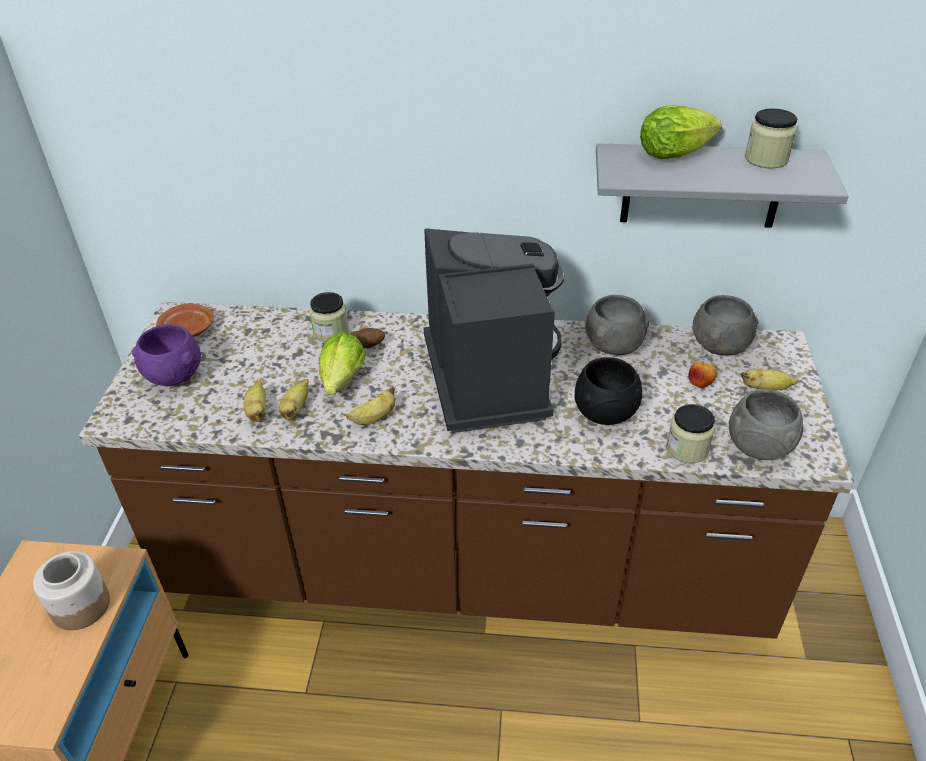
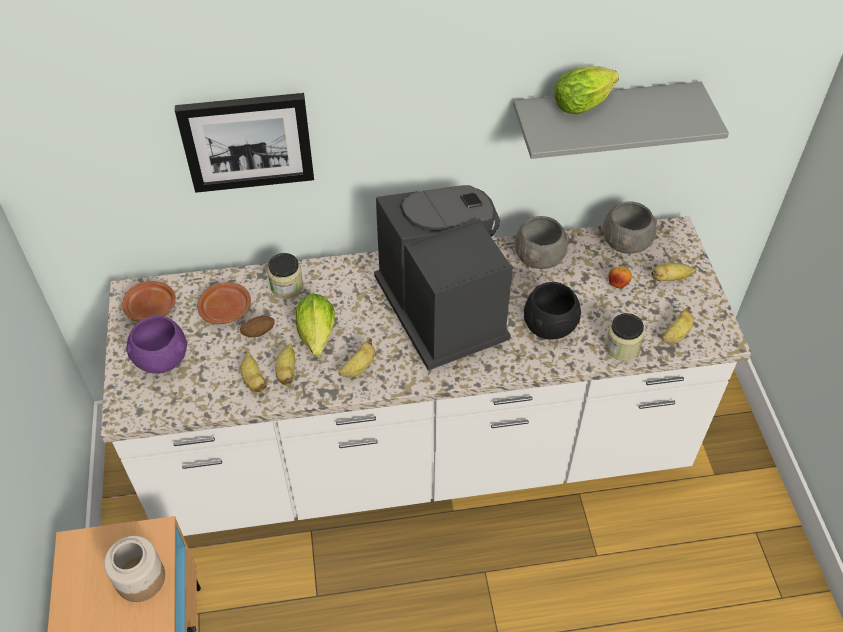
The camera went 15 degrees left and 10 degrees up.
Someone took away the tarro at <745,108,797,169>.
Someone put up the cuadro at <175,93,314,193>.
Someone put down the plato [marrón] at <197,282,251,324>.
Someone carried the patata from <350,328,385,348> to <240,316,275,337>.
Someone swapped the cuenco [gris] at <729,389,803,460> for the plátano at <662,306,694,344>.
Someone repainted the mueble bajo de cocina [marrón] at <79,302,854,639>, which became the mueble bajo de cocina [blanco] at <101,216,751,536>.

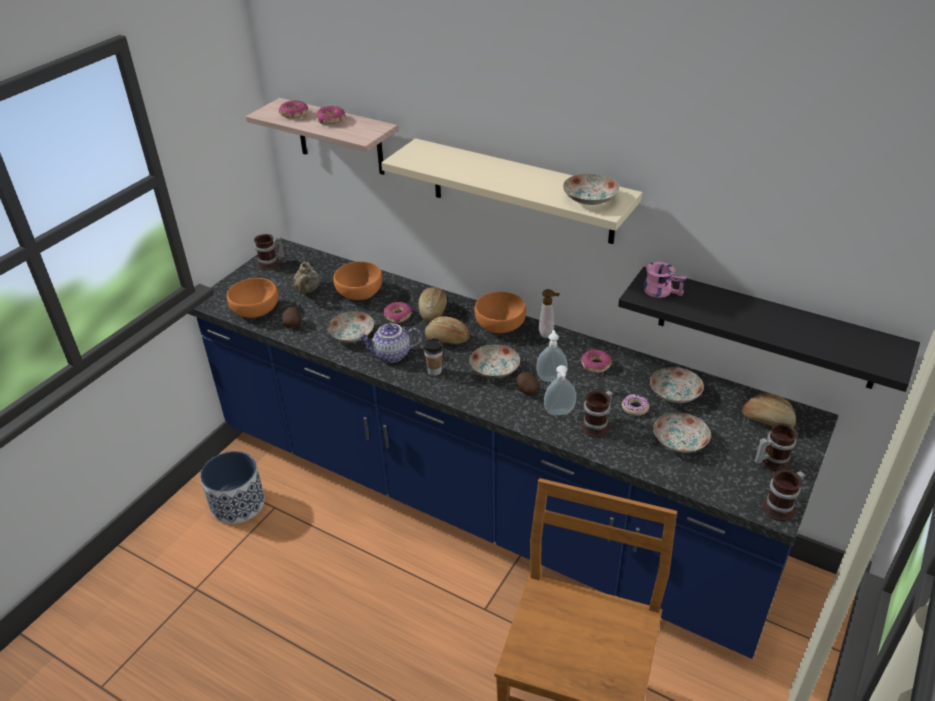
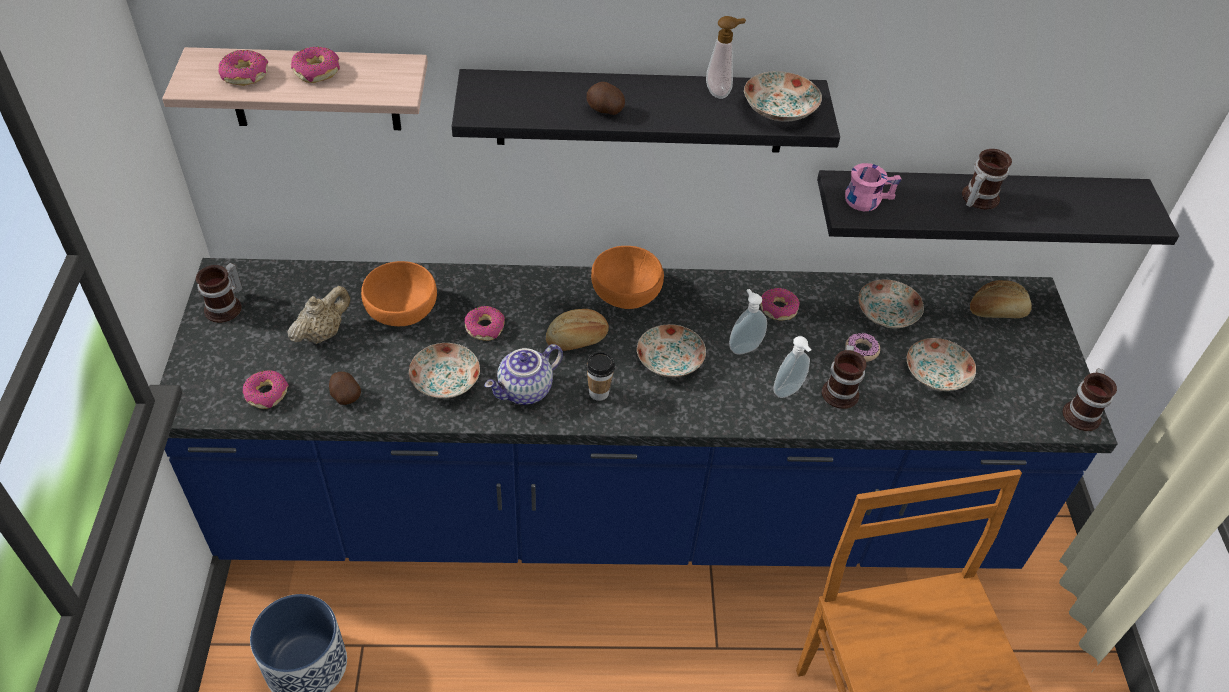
The camera went 35 degrees left and 10 degrees up.
Someone took away the pan at <418,287,447,322>.
Someone carried the patata from <516,372,539,395> to <586,82,625,115>.
Someone carried the dispensador de jabón from <539,289,560,338> to <706,16,746,99>.
Someone carried the taza grande from <755,423,798,471> to <962,149,1012,210>.
Someone swapped the cuenco [naranja] at <227,278,278,318> for the rosquilla at <243,370,289,409>.
Someone repainted the estante [beis] at <381,138,643,244>, which became the estante [negro] at <452,69,840,153>.
Someone rotated the tetera [beis] at <293,262,320,295> by 105 degrees counterclockwise.

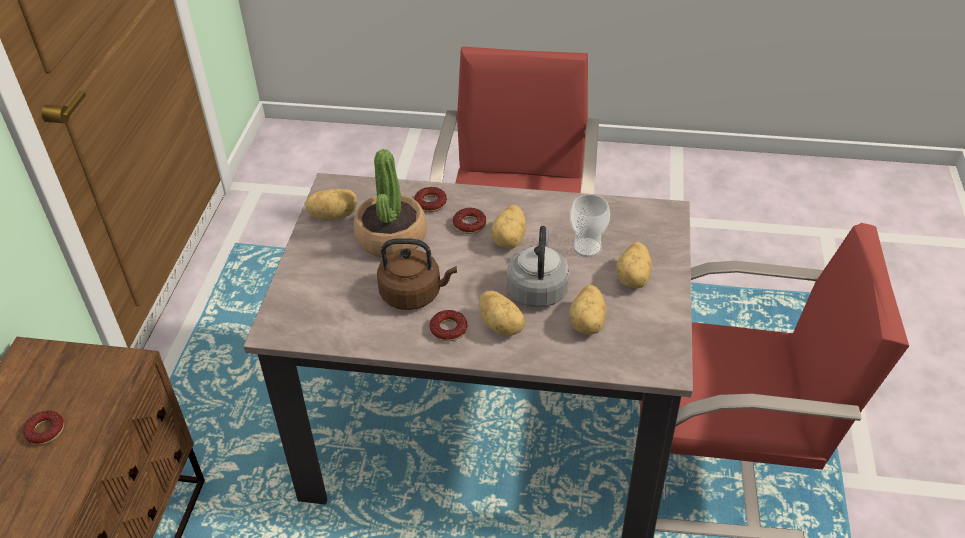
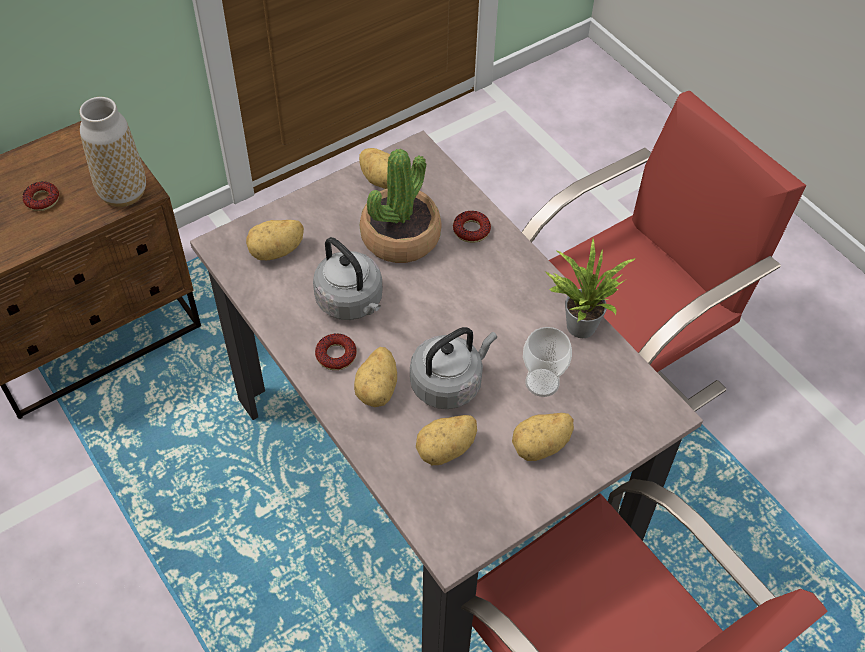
The camera went 45 degrees right and 10 degrees up.
Someone took away the rosquilla at <453,208,487,234>.
Someone put down the florero at <79,97,146,207>.
Someone put down the planta en maceta at <545,239,636,338>.
Someone carried the patata from <491,205,526,249> to <246,220,304,260>.
Someone repainted the hervidor [marrón] at <377,238,457,310>, which became the hervidor [gris] at <313,237,382,320>.

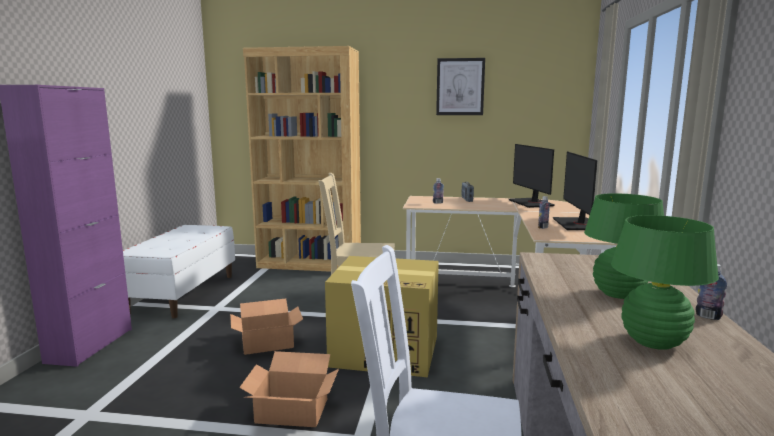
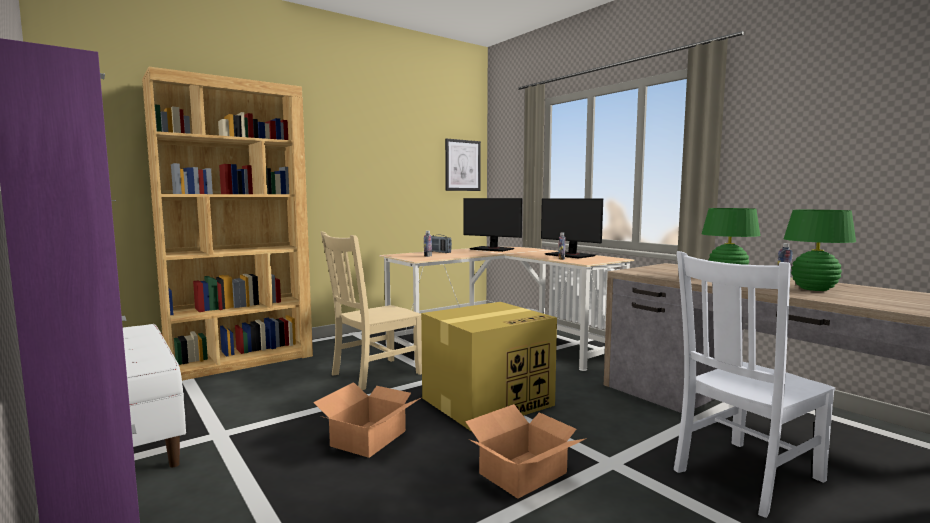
The camera went 45 degrees left and 5 degrees down.
Someone carried the cuadro from <436,58,485,115> to <445,139,481,191>.

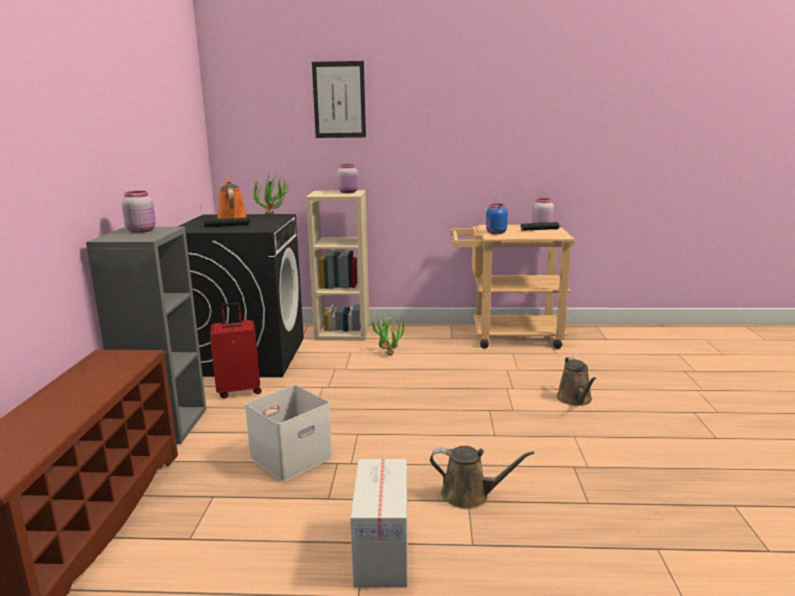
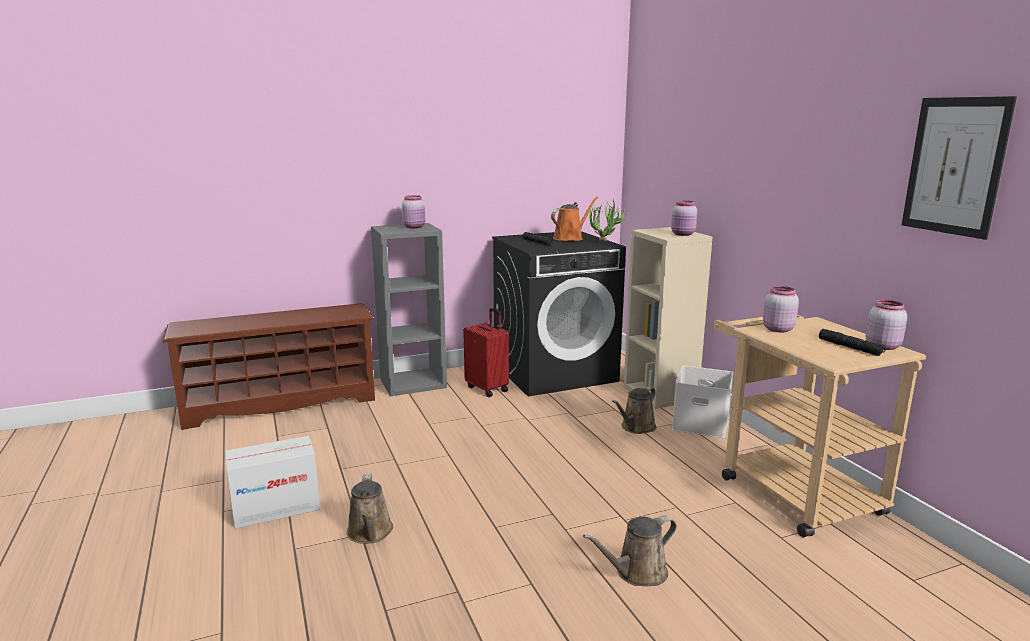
The camera went 65 degrees right and 0 degrees up.
Someone carried the caja de almacenaje [blanco] from <245,385,333,482> to <672,365,733,438>.
Someone carried the cuadro from <312,61,366,138> to <902,96,1017,240>.
Someone swapped the planta en maceta at <369,314,406,356> for the regadera [marrón] at <612,387,656,434>.
Someone repainted the tarro [azul] at <486,204,508,234>, which became the tarro [rosa] at <763,286,799,332>.

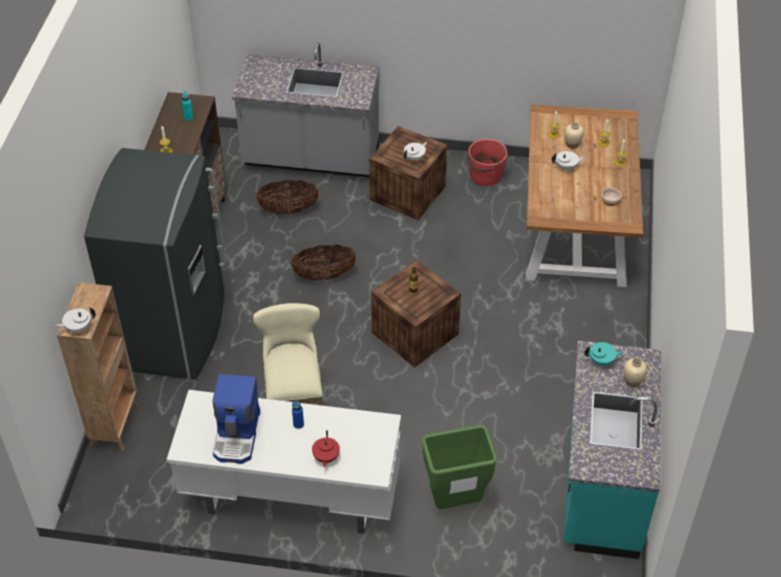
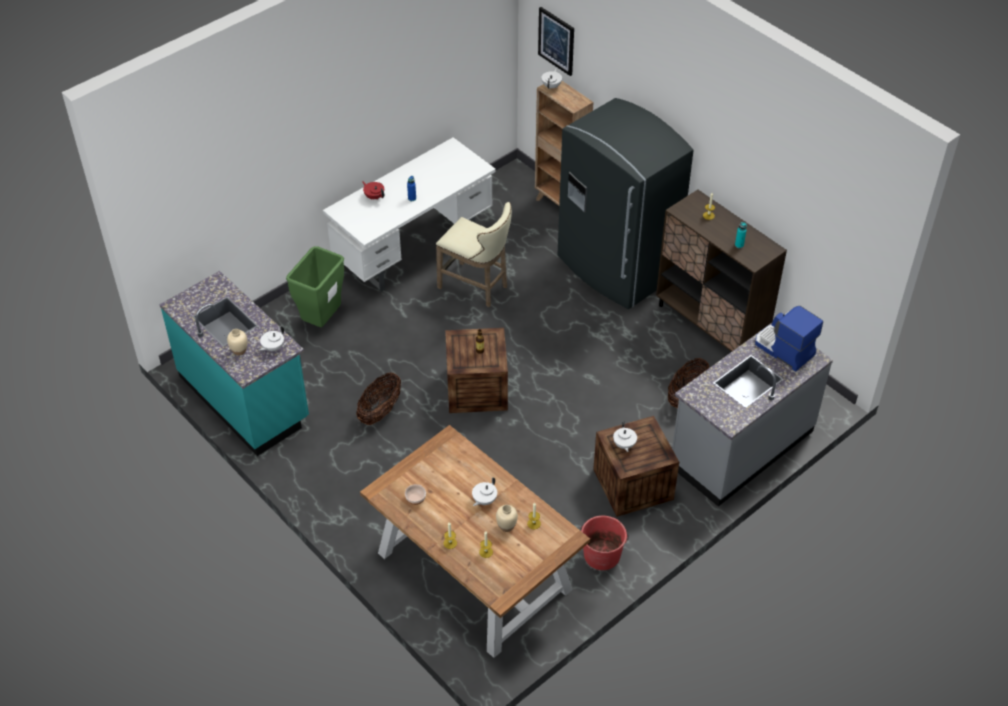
The camera went 130 degrees right and 0 degrees up.
Someone put up the cuadro at <538,7,574,76>.
Someone carried the cafetera from <212,374,260,464> to <755,306,823,371>.
Someone carried the cesta from <291,245,356,281> to <356,373,401,425>.
Someone repainted the tetera [turquesa] at <585,342,624,367>, which became the tetera [blanco] at <259,326,284,352>.

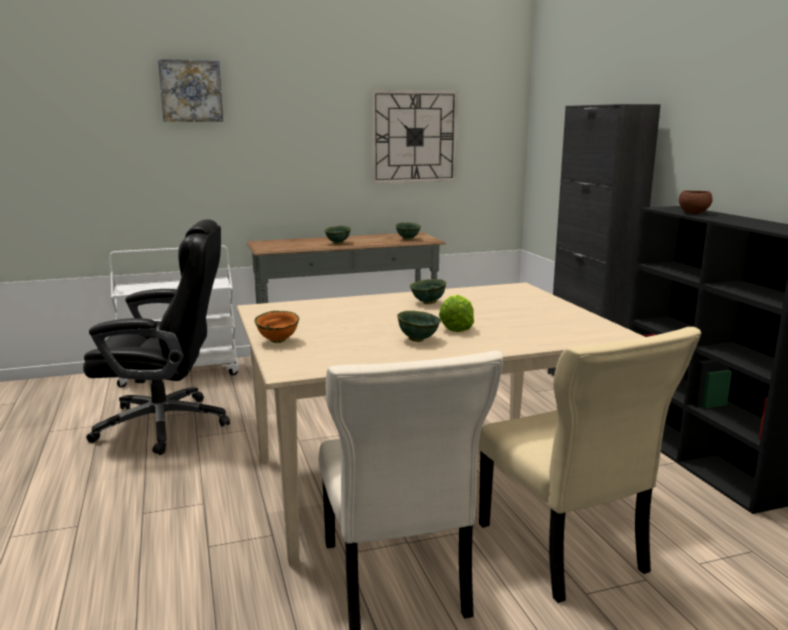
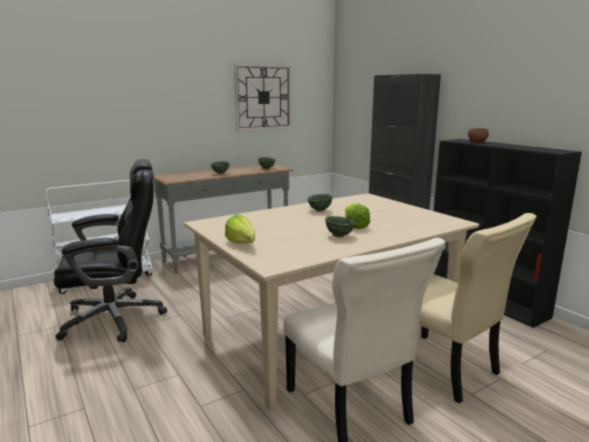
The camera went 15 degrees left and 0 degrees up.
Someone took away the cuadro at <158,59,223,122>.
Someone swapped the cuenco [naranja] at <254,311,299,343> for the lechuga at <225,215,255,244>.

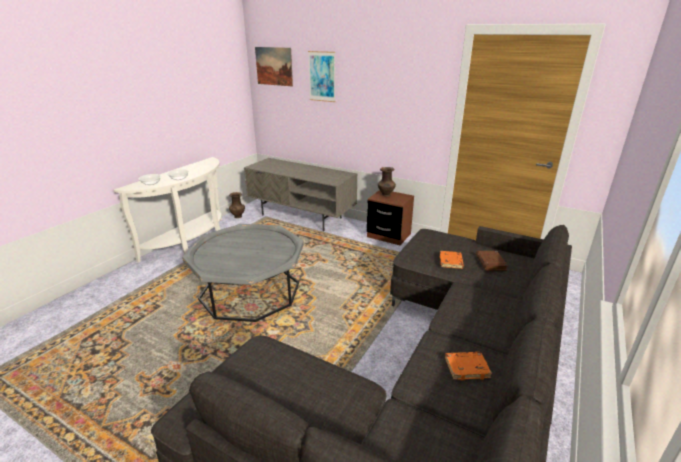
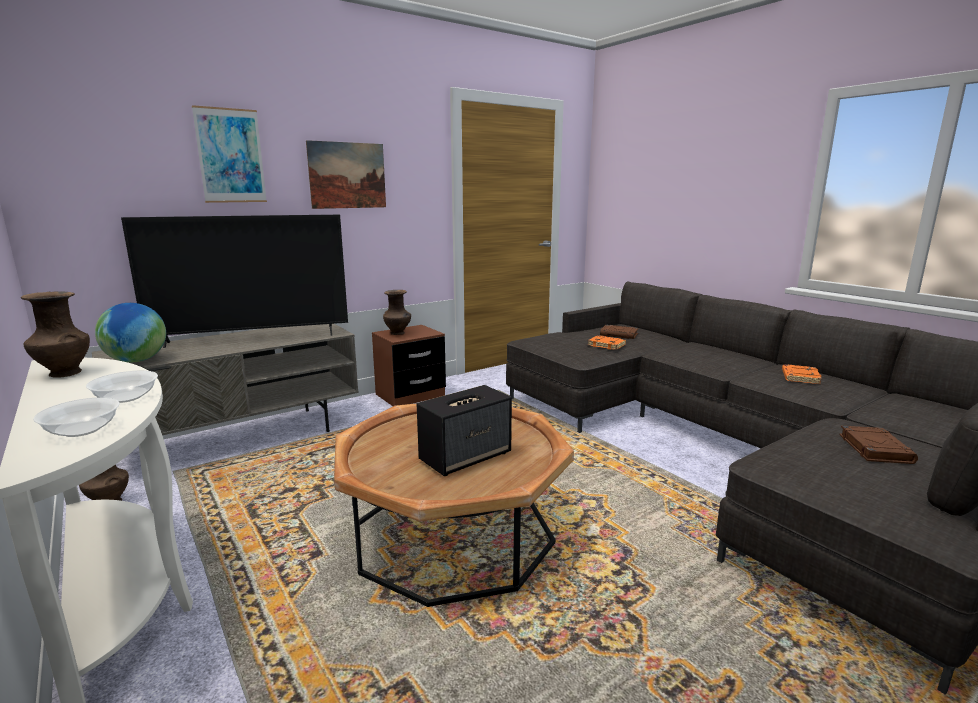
The camera went 65 degrees left and 10 degrees down.
Someone put down the florero [marrón] at <21,291,90,378>.
Someone put down the globo terráqueo at <95,303,166,362>.
Someone put down the televisor at <121,215,348,348>.
Someone put down the altavoz at <417,385,512,476>.
Someone put down the libro [marrón] at <839,426,918,464>.
Someone carried the cuadro from <255,47,293,86> to <306,140,386,209>.
Someone repainted the mesa de centro [gris] at <182,224,304,322>, which became the mesa de centro [marrón] at <334,403,574,607>.

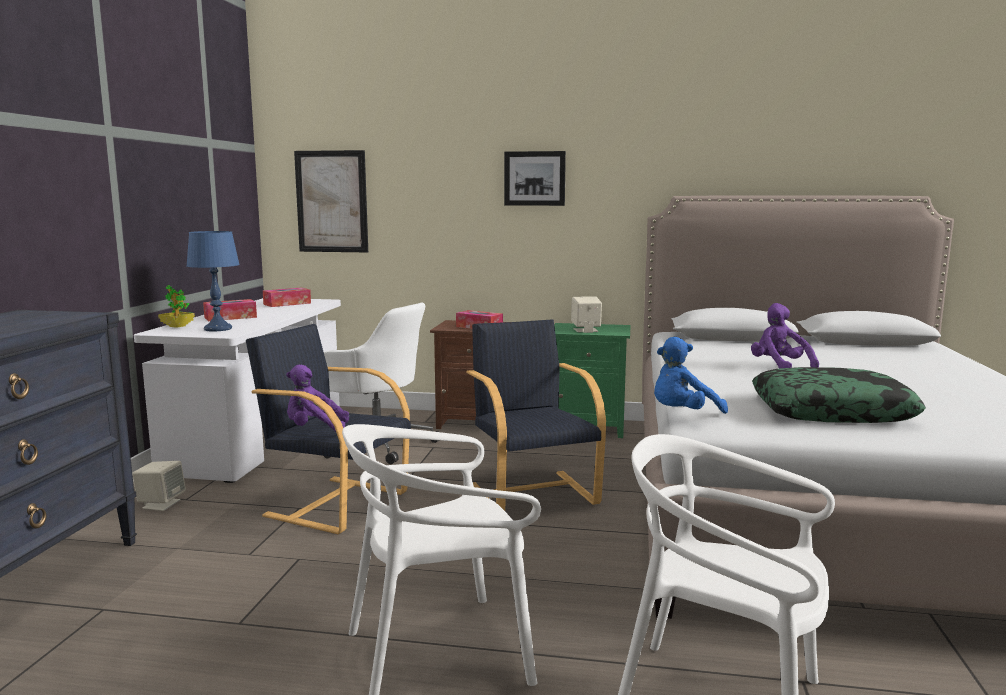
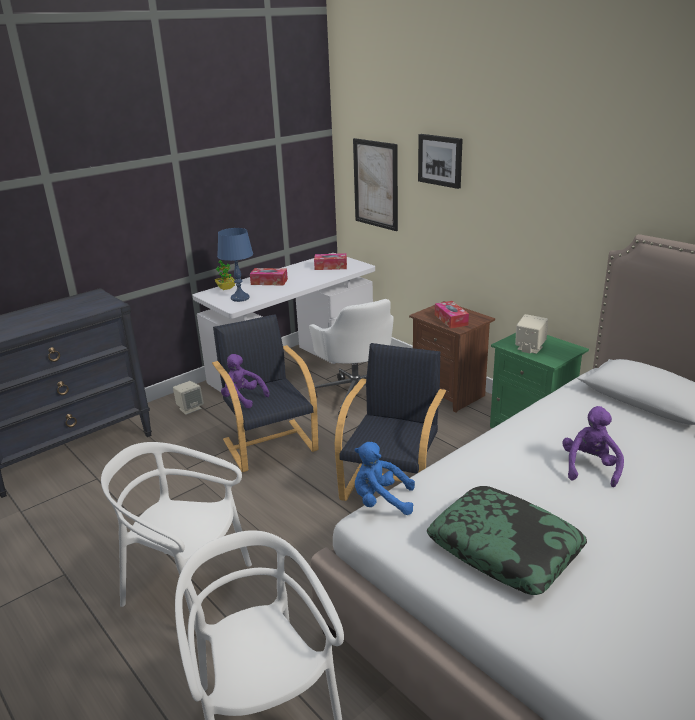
The camera went 40 degrees right and 15 degrees up.
Someone carried the cuadro from <504,151,566,206> to <418,134,463,189>.

